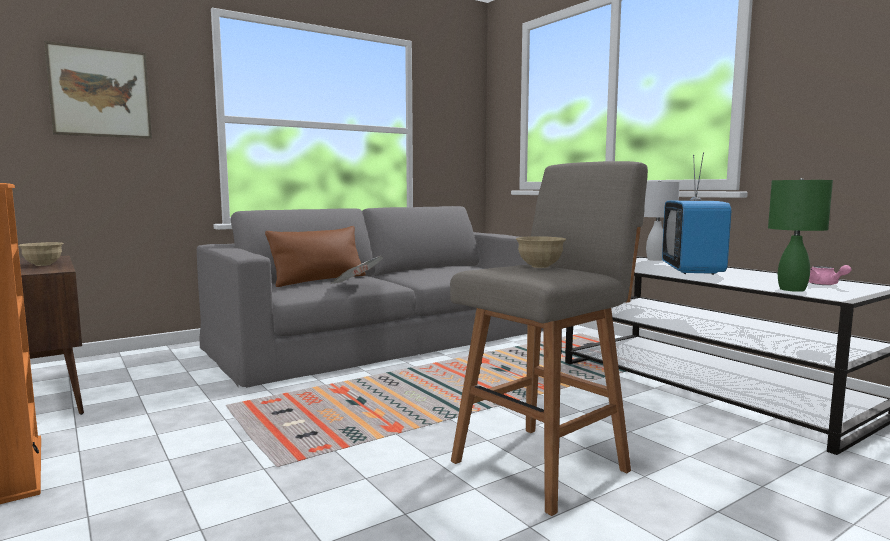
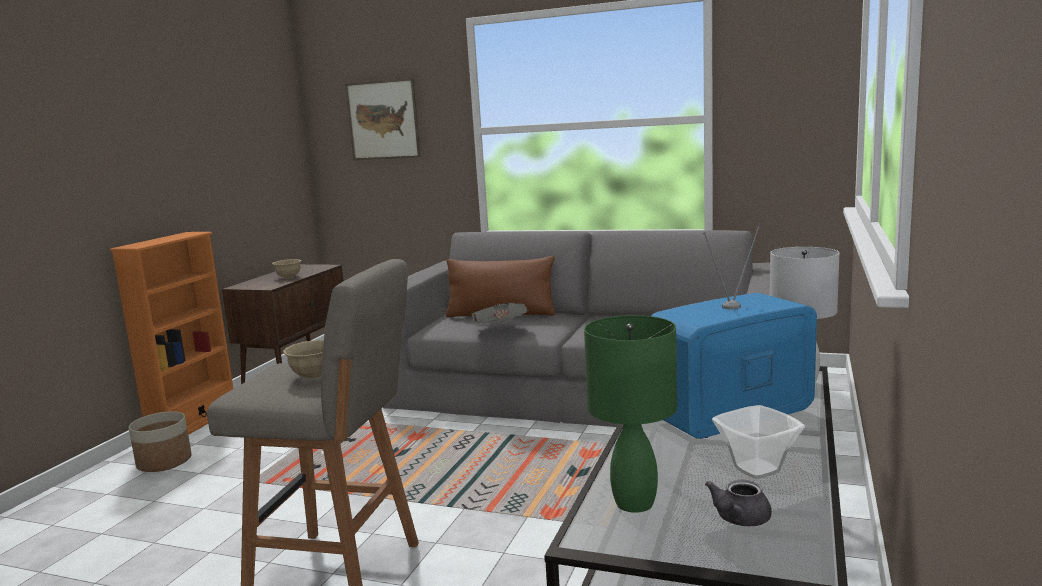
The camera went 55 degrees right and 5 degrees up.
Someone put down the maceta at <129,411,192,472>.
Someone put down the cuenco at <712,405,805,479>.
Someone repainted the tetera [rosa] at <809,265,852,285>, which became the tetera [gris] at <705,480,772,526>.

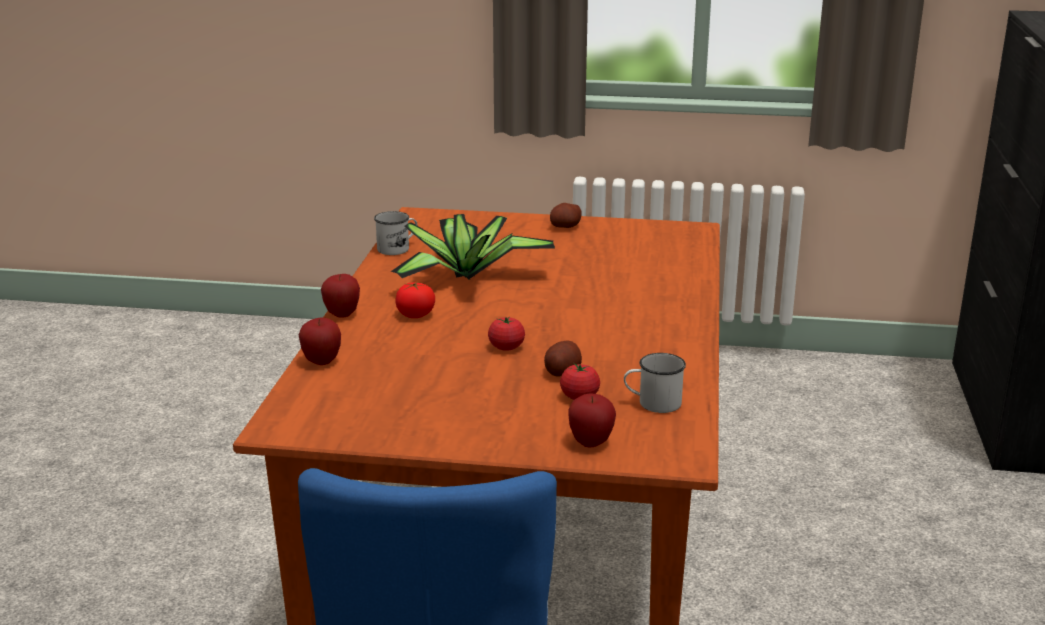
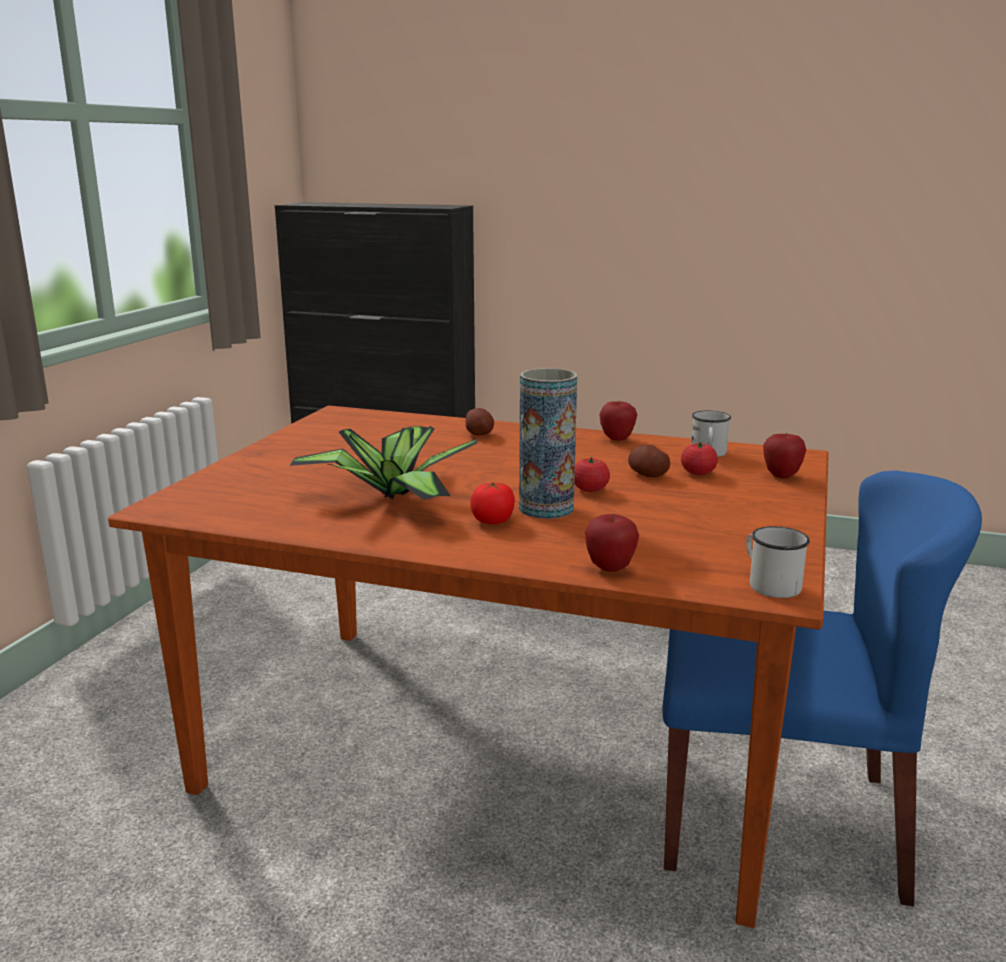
The camera went 80 degrees left and 5 degrees down.
Someone put down the florero at <519,368,577,519>.
Someone carried the manzana from <321,274,360,318> to <599,401,637,441>.
Someone carried the taza grande [blanco] from <374,211,418,255> to <746,526,810,598>.
Someone carried the patata from <550,203,582,228> to <466,408,494,436>.

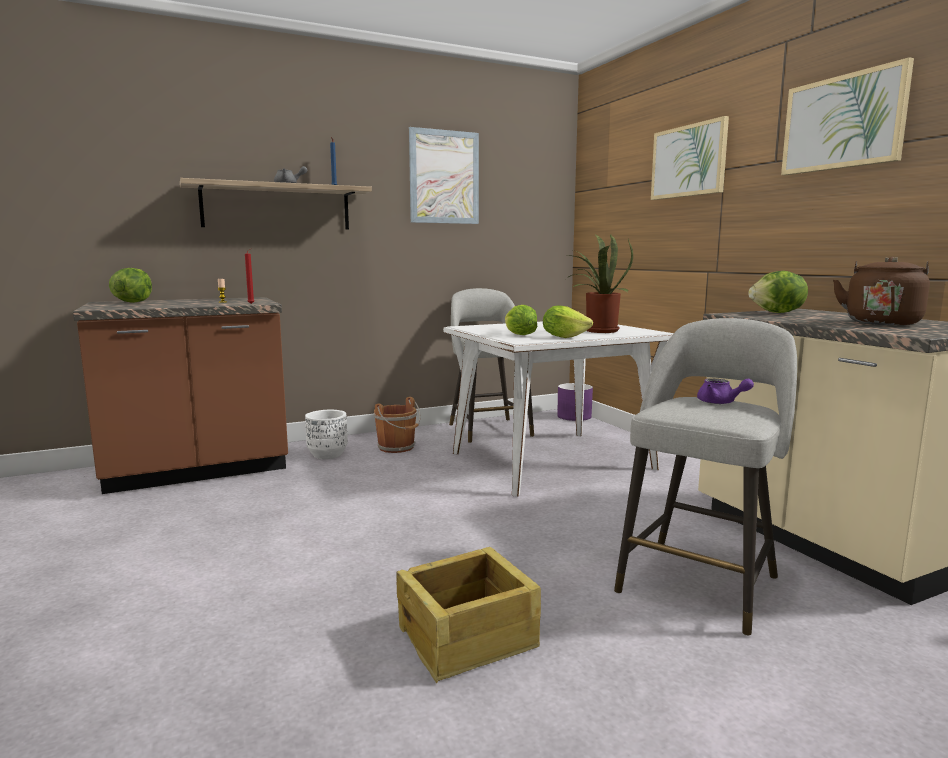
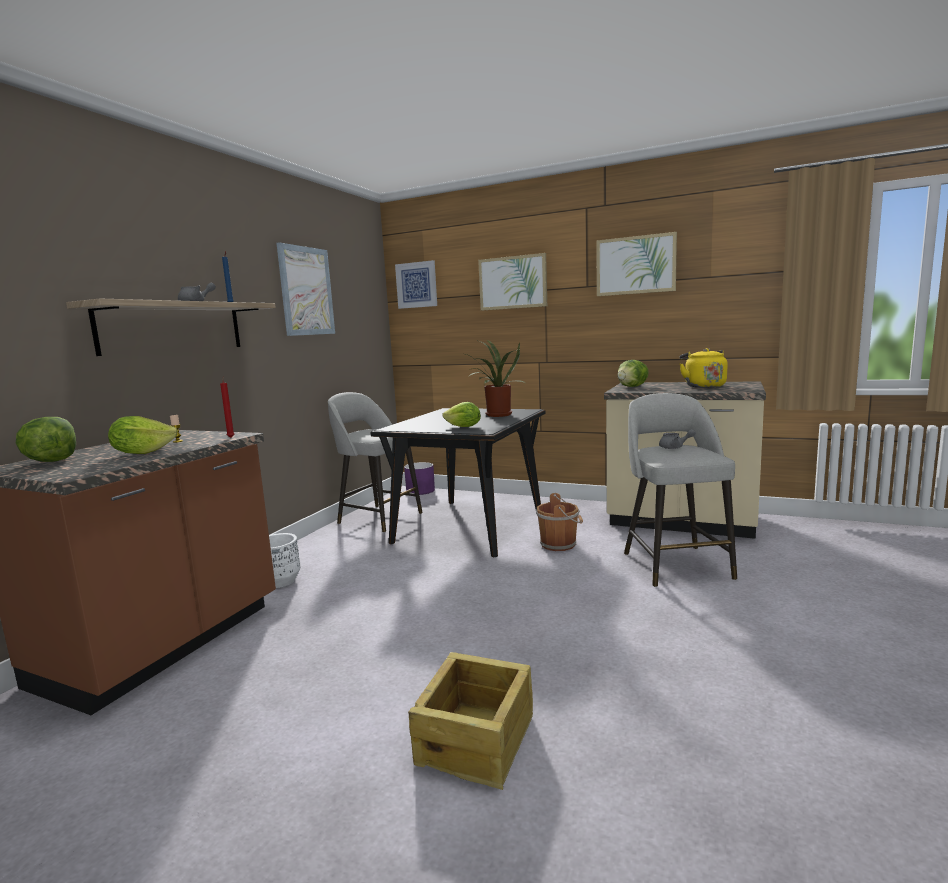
The camera went 40 degrees left and 0 degrees up.
Someone put up the cuadro at <395,260,437,309>.
Someone carried the cubo [marrón] from <374,397,421,453> to <536,493,583,551>.
Someone carried the caja de embalaje from <397,547,541,683> to <408,652,533,790>.
Someone carried the lechuga from <543,305,593,338> to <108,416,178,454>.
Someone repainted the mesa de comedor [blanco] at <443,321,674,497>, which became the mesa de comedor [negro] at <371,408,546,557>.
Someone repainted the tetera [morado] at <697,379,754,404>, which became the tetera [gris] at <659,429,696,449>.
Someone repainted the hervidor [marrón] at <833,257,930,325>, which became the hervidor [amarillo] at <680,348,728,388>.

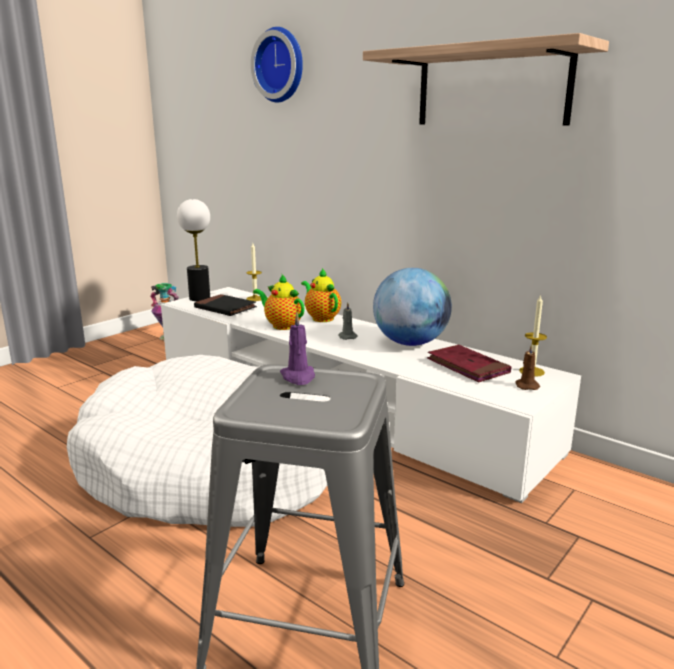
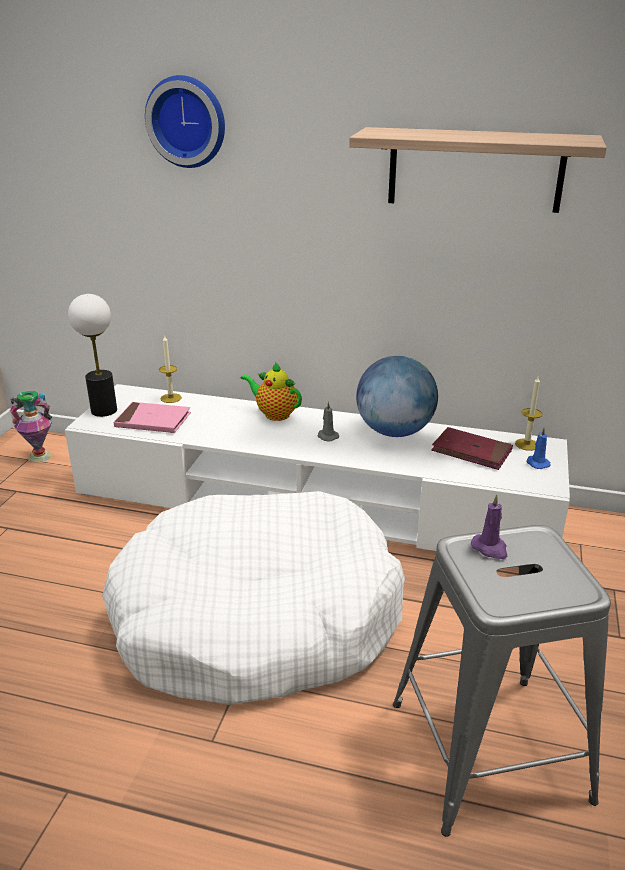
The camera went 25 degrees left and 10 degrees up.
Someone took away the tetera at <253,274,305,330>.
Someone repainted the libro [negro] at <194,294,257,316>, which became the libro [rosa] at <114,402,191,433>.
Someone repainted the vela [marrón] at <515,344,540,390>, which became the vela [azul] at <526,427,551,469>.

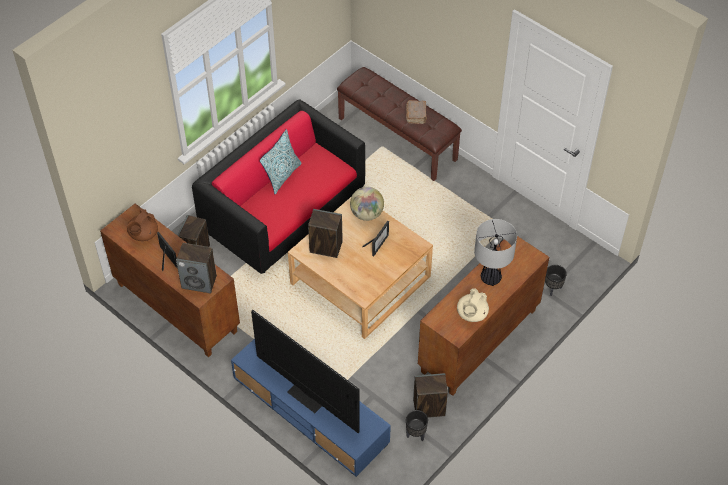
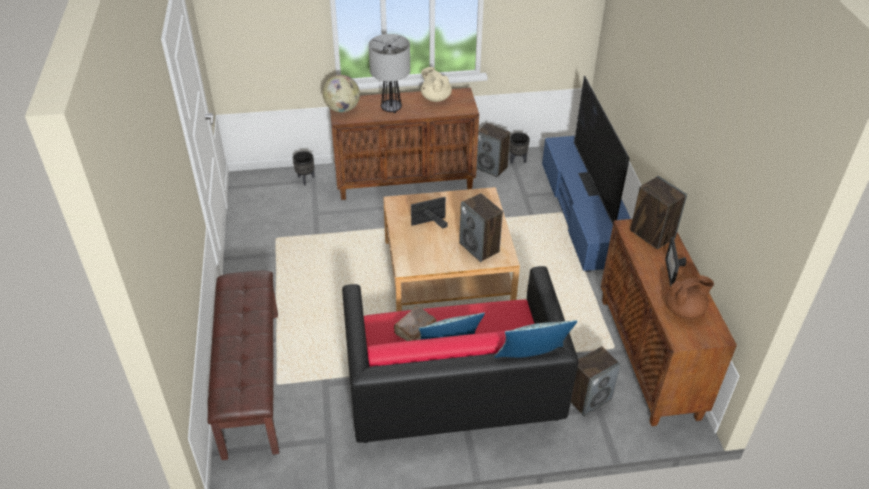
The camera went 140 degrees left and 10 degrees down.
Someone put down the cojín at <495,320,577,358>.
Someone carried the globo terráqueo from <350,187,384,221> to <323,75,360,113>.
Someone carried the libro [marrón] from <406,100,427,124> to <394,306,436,341>.
Someone rotated the tetera [beis] at <457,288,489,322> by 105 degrees counterclockwise.

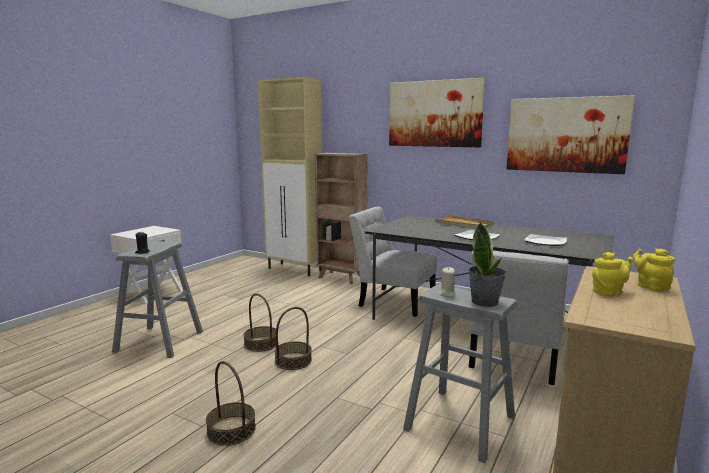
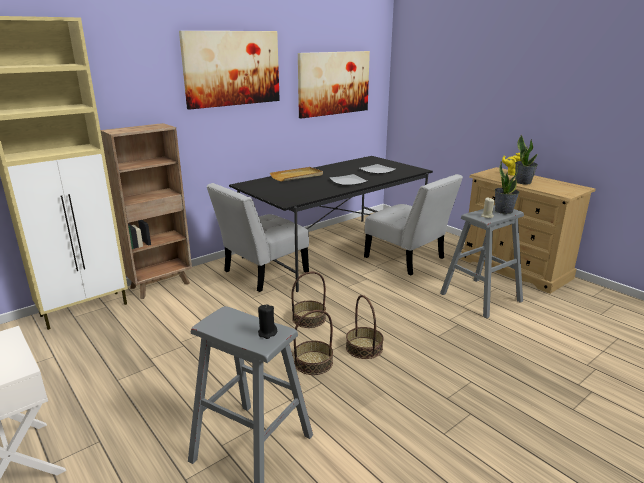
The camera went 70 degrees left and 10 degrees up.
Someone carried the cesta from <206,361,256,446> to <291,272,326,328>.
Someone swapped the tetera [amarillo] at <592,252,633,296> for the planta en maceta at <515,135,538,184>.

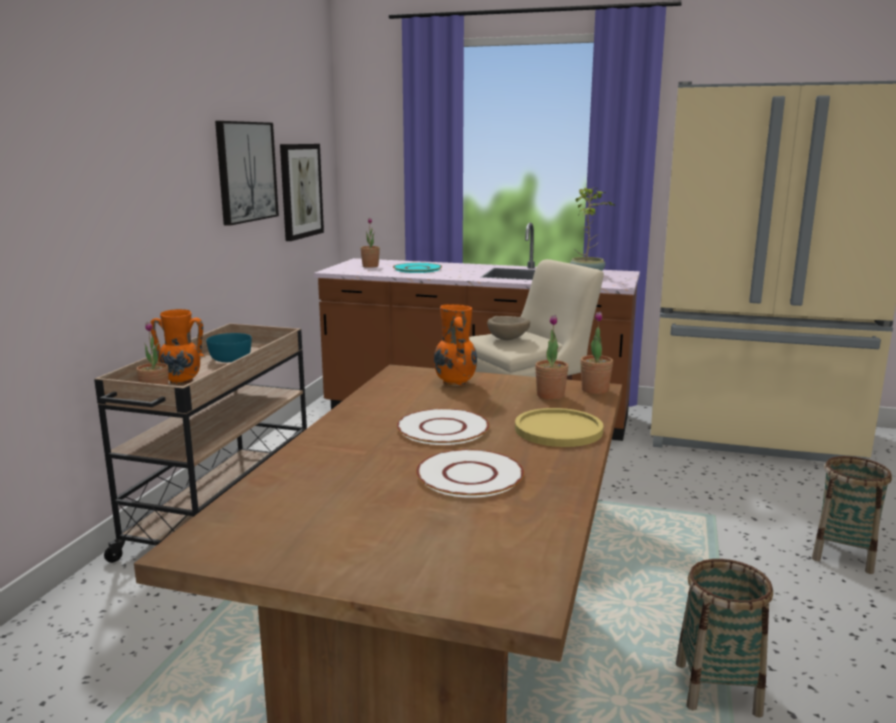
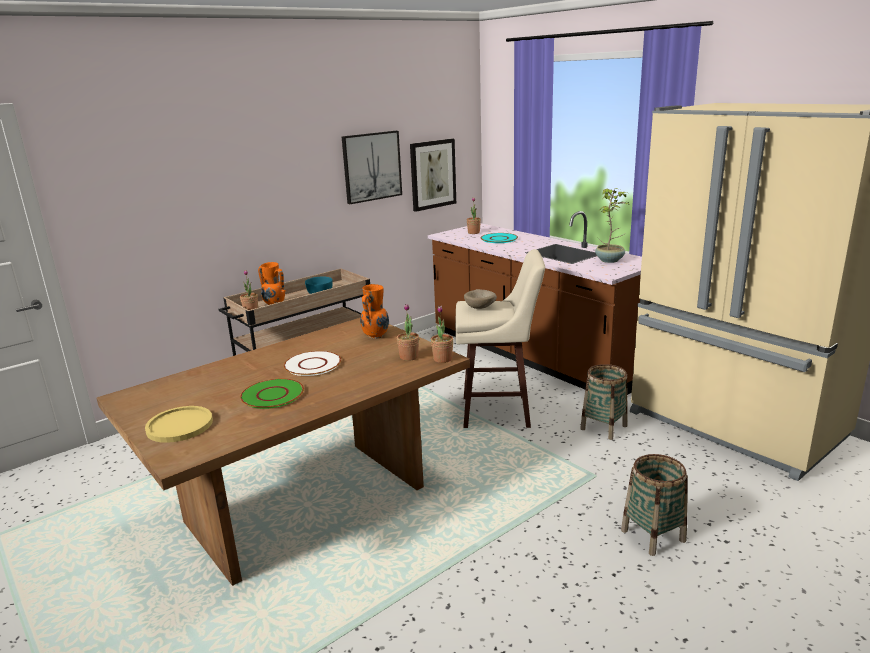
The camera went 35 degrees right and 5 degrees up.
Someone carried the plato [amarillo] from <515,408,604,447> to <145,406,213,443>.
Someone carried the cesta from <676,559,773,718> to <580,364,628,440>.
Someone repainted the plato [blanco] at <416,449,524,498>, which became the plato [verde] at <240,379,304,409>.

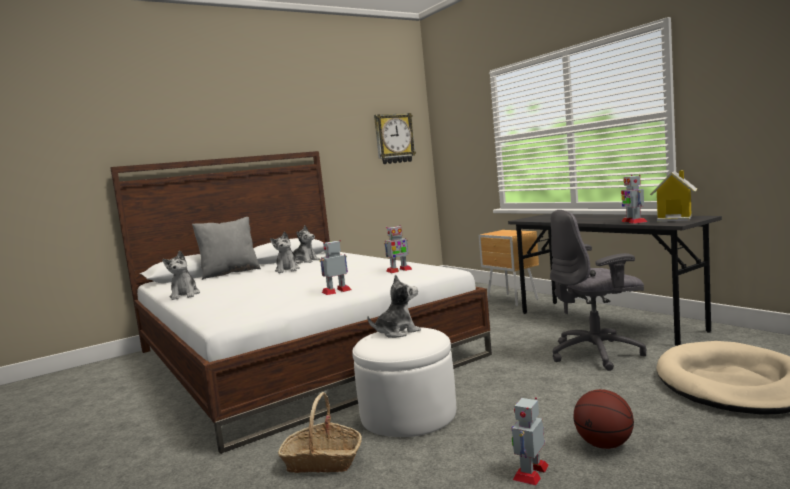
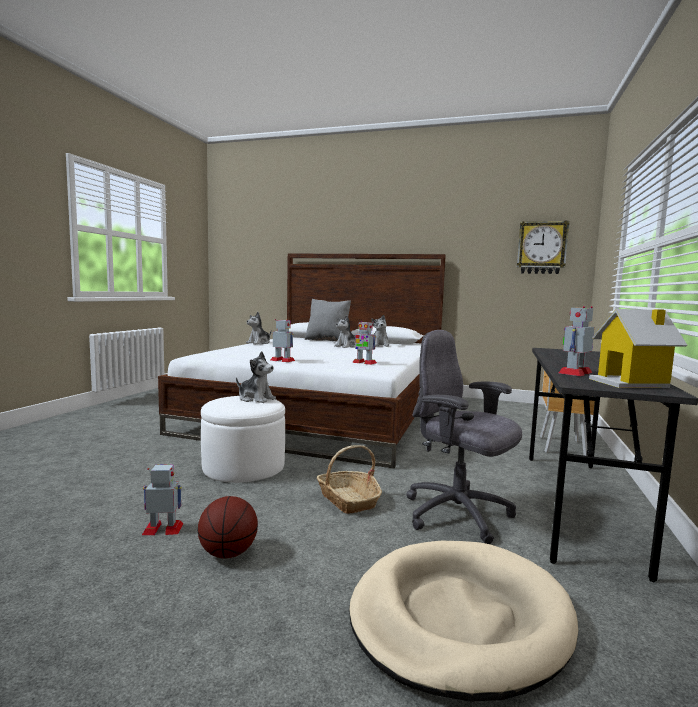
The camera went 50 degrees right and 0 degrees up.
Someone carried the cesta from <278,392,362,473> to <317,445,382,514>.

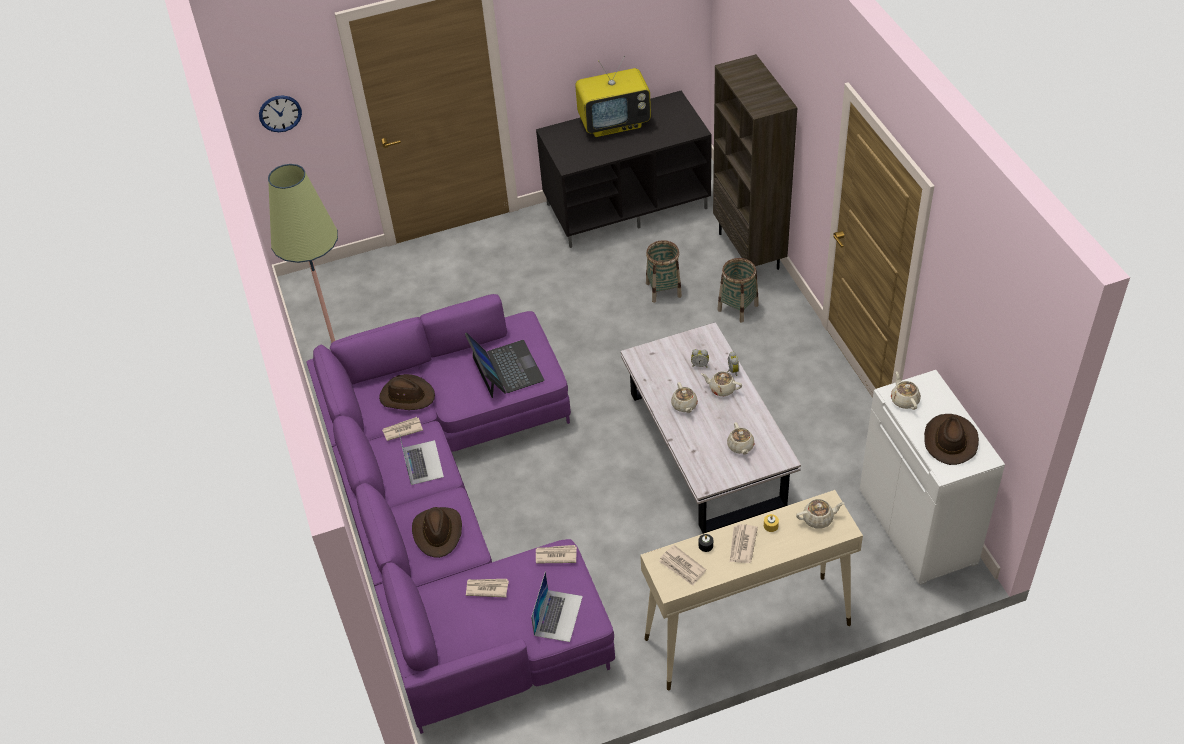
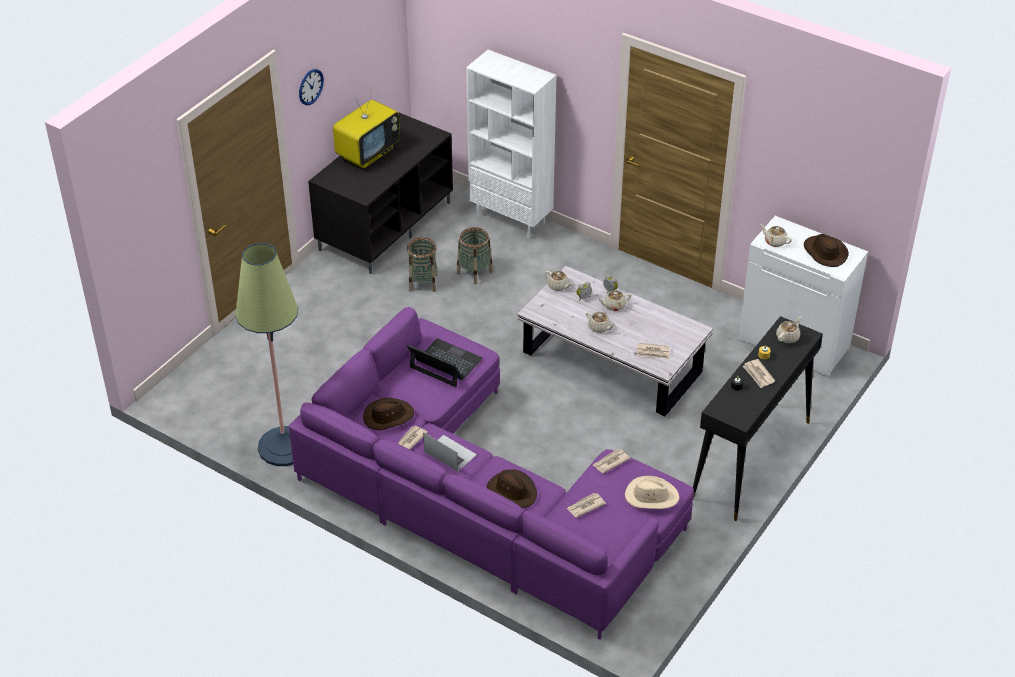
The camera went 40 degrees left and 5 degrees down.
Someone carried the reloj de pared from <259,95,302,132> to <299,69,324,105>.
Someone carried the periódico from <659,545,706,586> to <637,343,670,359>.
Someone carried the cesta from <717,258,759,322> to <407,237,437,292>.
Someone carried the tetera [beis] from <727,422,755,455> to <545,270,573,291>.
Someone swapped the portátil at <531,571,583,642> for the sombrero [beis] at <625,476,679,509>.
Someone repainted the mesa consola [beis] at <640,490,863,690>, which became the mesa consola [negro] at <693,316,823,521>.
Someone repainted the estantería [marrón] at <713,54,797,270>, which became the estantería [blanco] at <466,50,556,239>.

